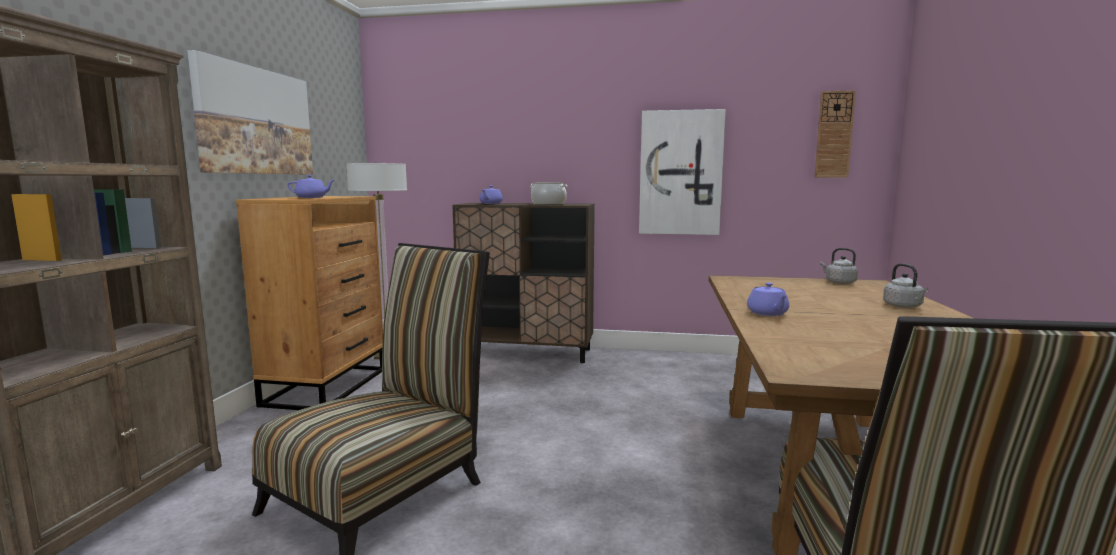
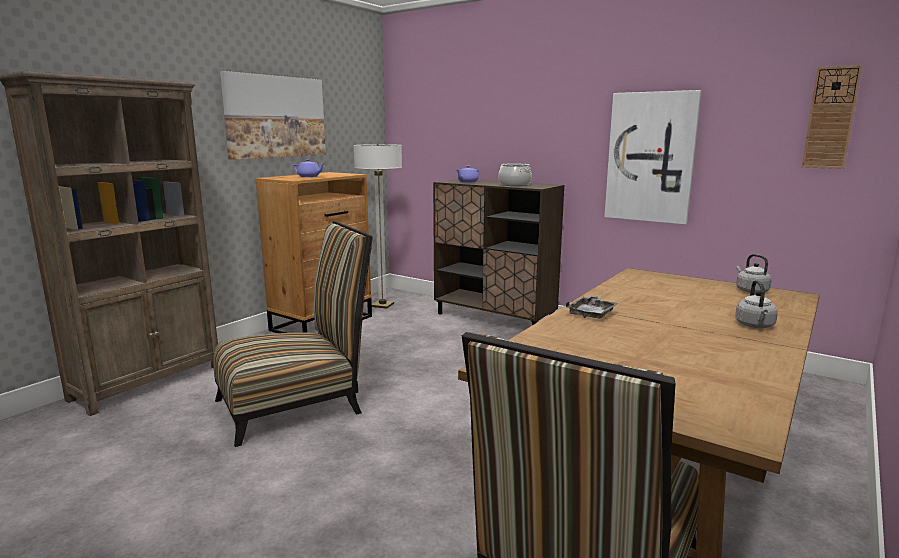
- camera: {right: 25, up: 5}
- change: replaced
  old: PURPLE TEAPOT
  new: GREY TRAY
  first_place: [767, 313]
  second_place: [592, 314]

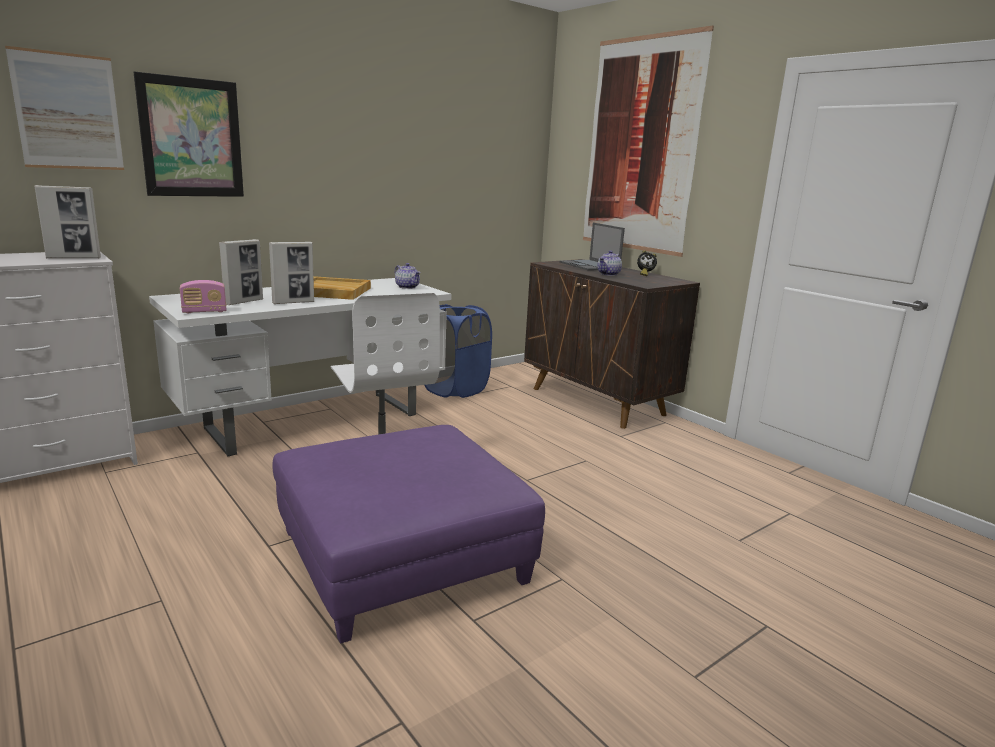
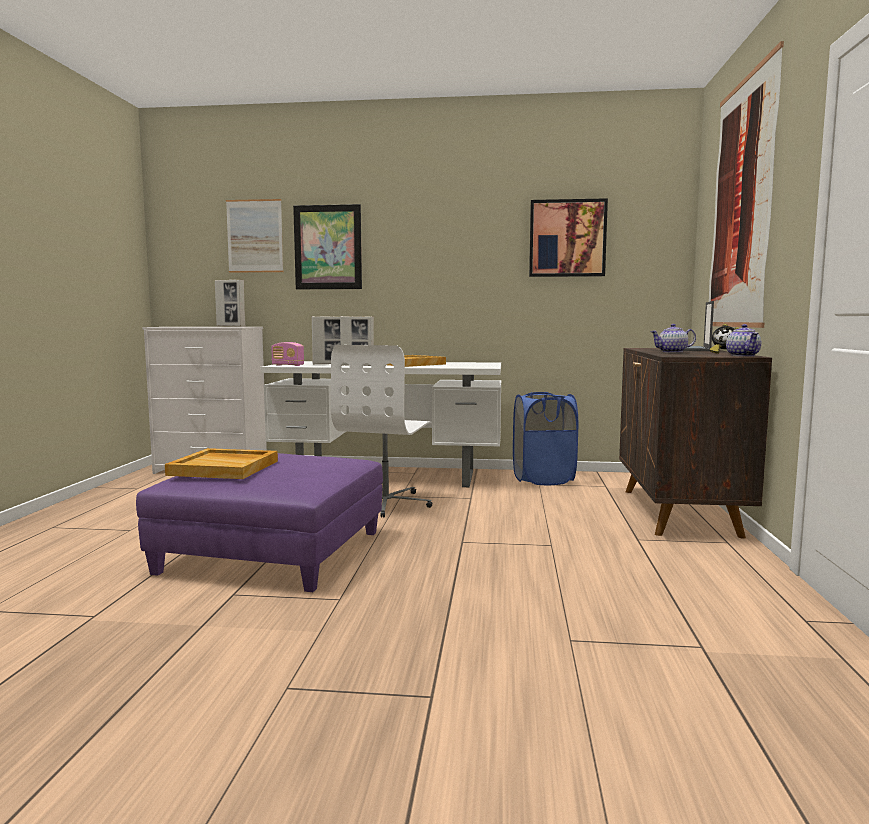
- camera: {right: 45, up: -10}
- change: moved
  old: TEAPOT
  first_place: [407, 287]
  second_place: [743, 355]
- change: added
  new: PICTURE
  second_place: [567, 238]
- change: added
  new: BEIGE TRAY
  second_place: [225, 468]

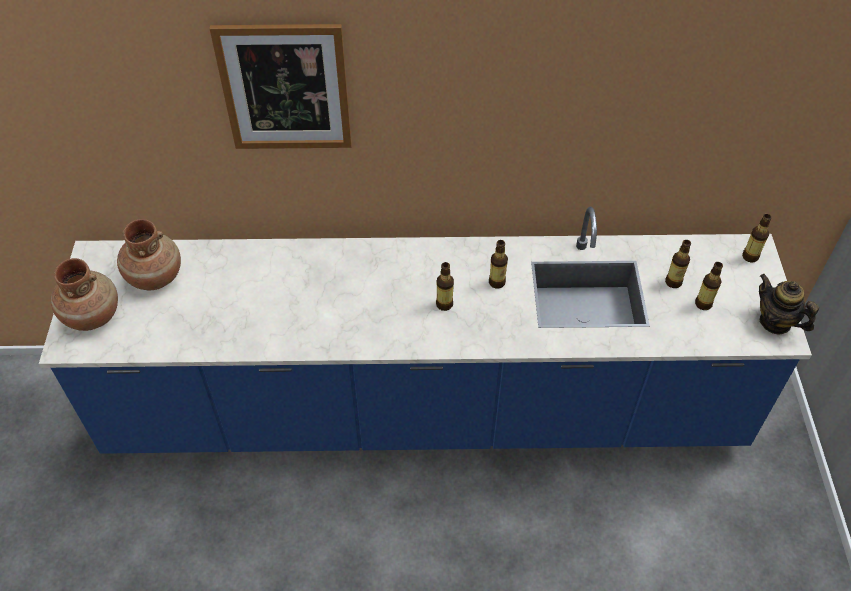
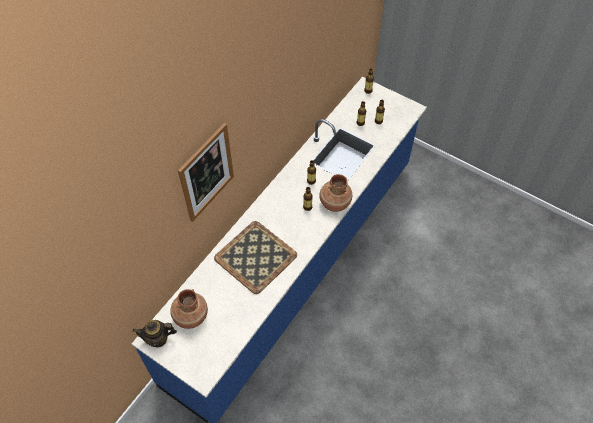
- camera: {right: -55, up: 5}
- change: moved
  old: BROWN VASE
  first_place: [92, 315]
  second_place: [334, 203]
- change: moved
  old: TEAPOT
  first_place: [775, 322]
  second_place: [158, 339]
- change: added
  new: TRAY
  second_place: [256, 257]

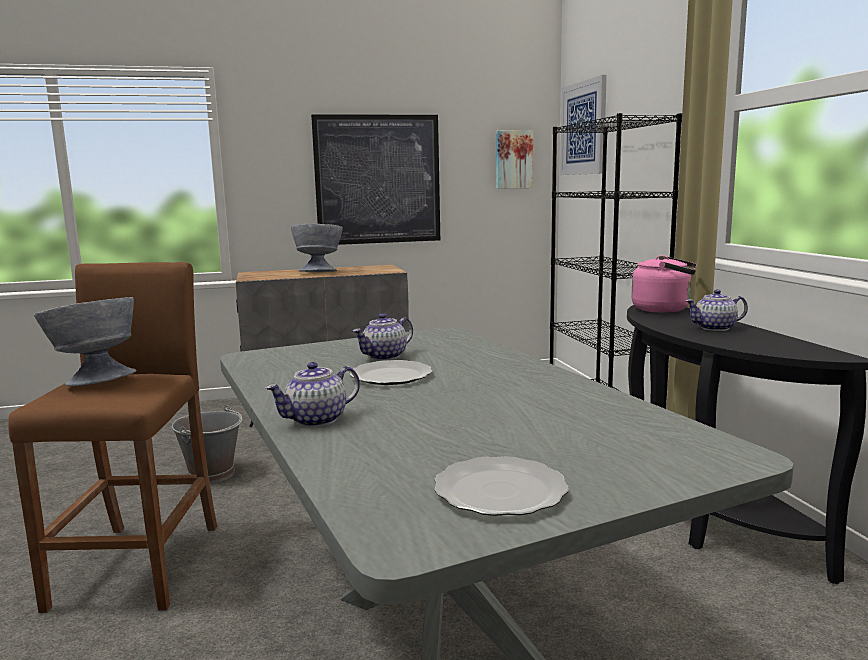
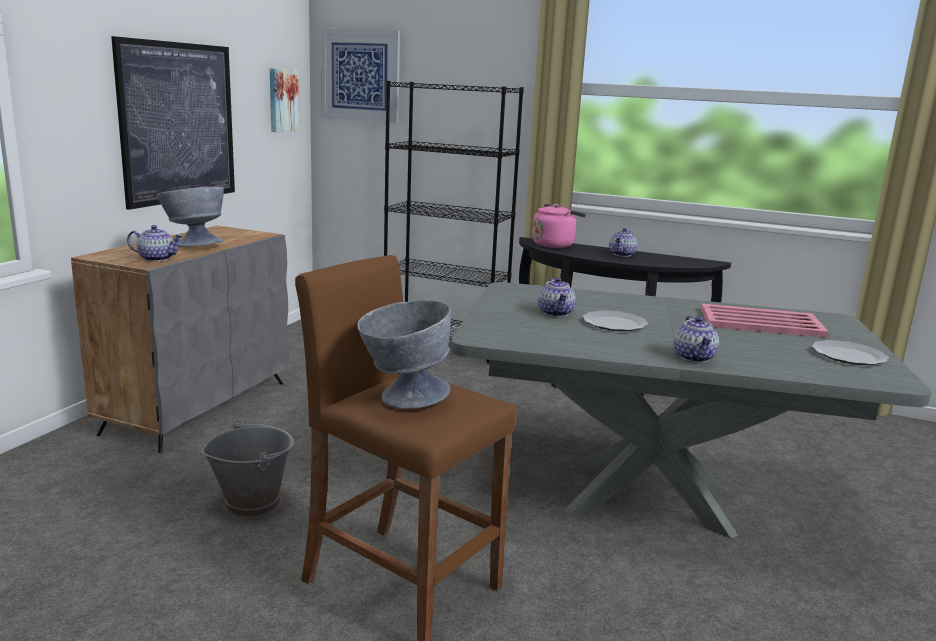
- camera: {right: -55, up: 5}
- change: added
  new: TEAPOT
  second_place: [156, 258]
- change: added
  new: PINK TRAY
  second_place: [759, 322]

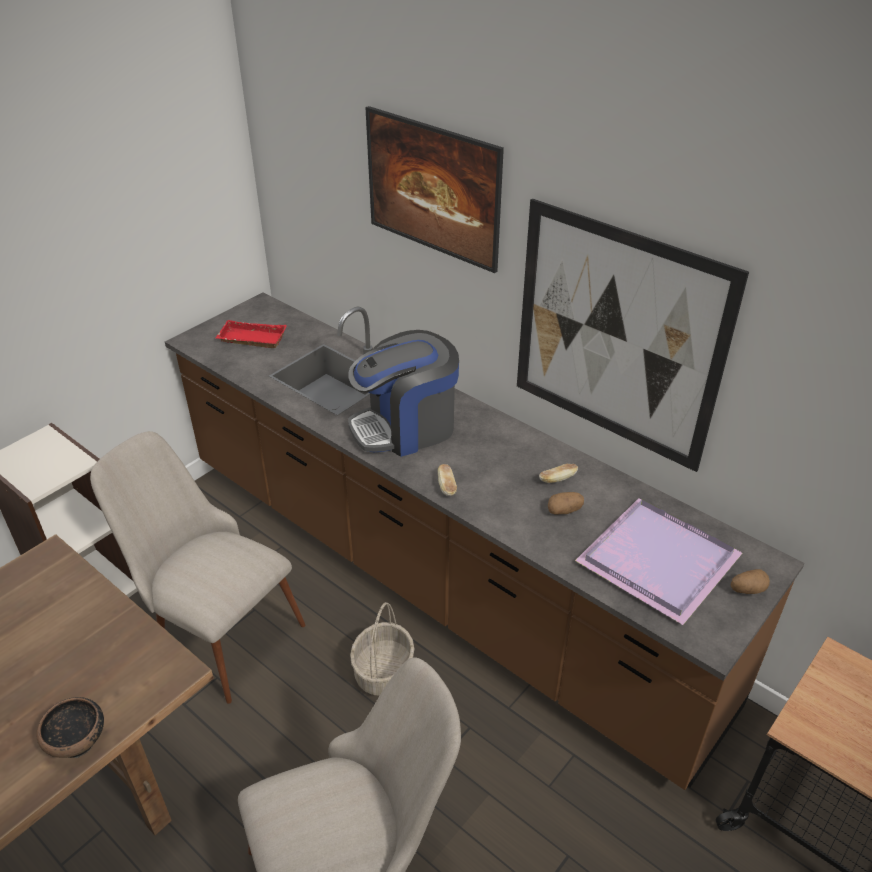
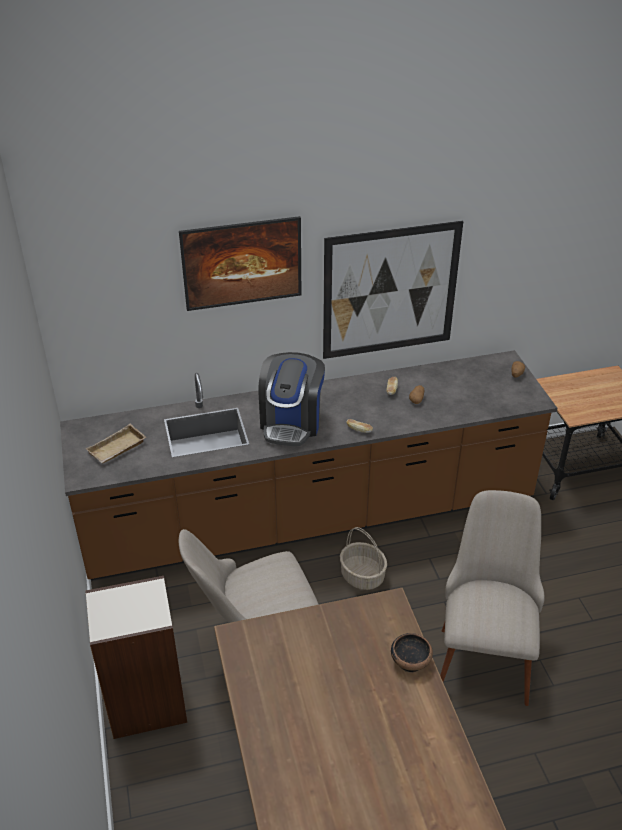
- camera: {right: -55, up: 0}
- change: recoloured
  old: RED TRAY
  new: BEIGE TRAY
  first_place: [251, 339]
  second_place: [117, 449]
- change: removed
  old: PURPLE TRAY
  first_place: [654, 561]

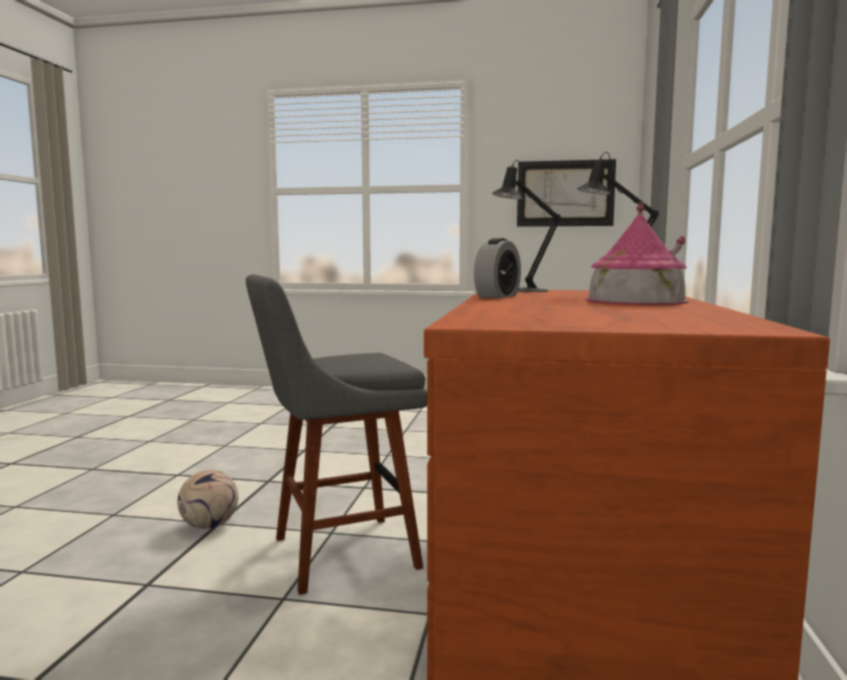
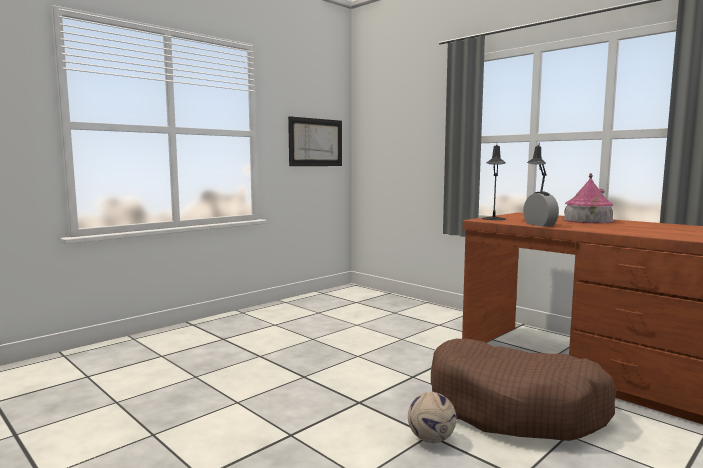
- camera: {right: -55, up: 0}
- change: replaced
  old: GREY STOOL
  new: BROWN DOG BED
  first_place: [336, 554]
  second_place: [515, 408]

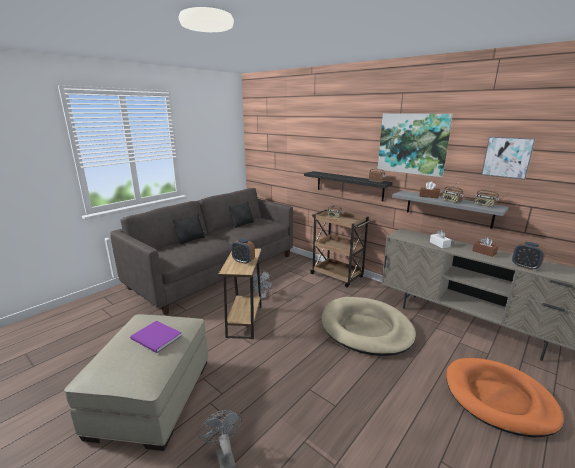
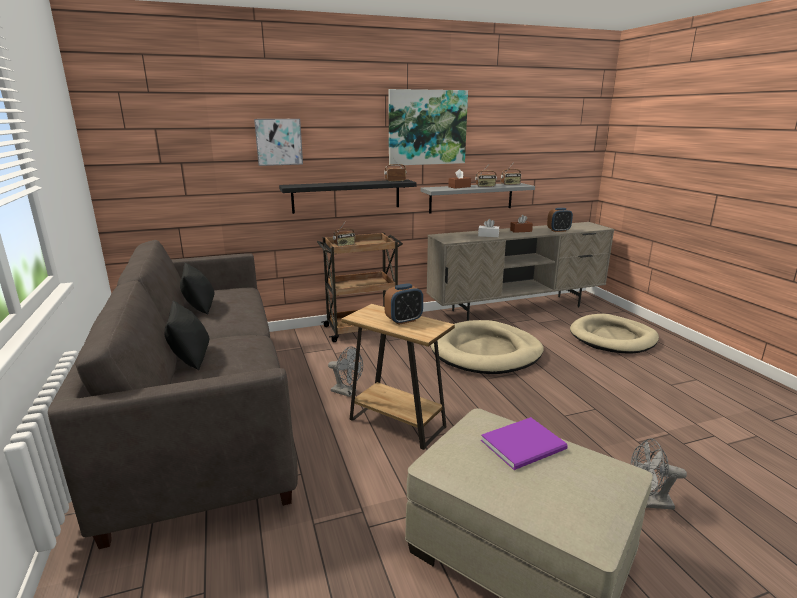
- camera: {right: -60, up: 0}
- change: moved
  old: PICTURE
  first_place: [507, 157]
  second_place: [278, 142]
- change: recoloured
  old: ORANGE DOG BED
  new: BEIGE DOG BED
  first_place: [498, 398]
  second_place: [613, 338]

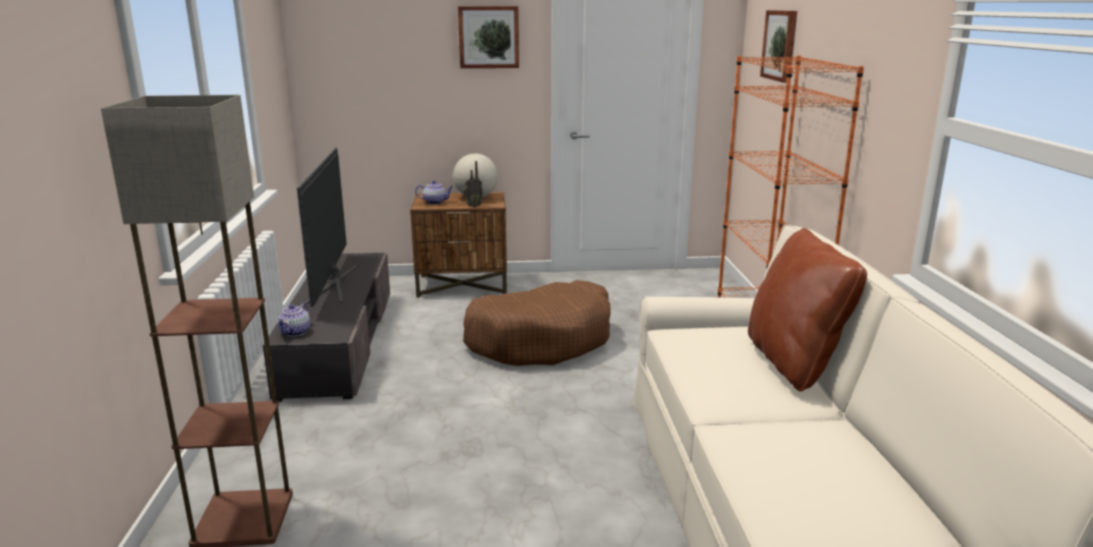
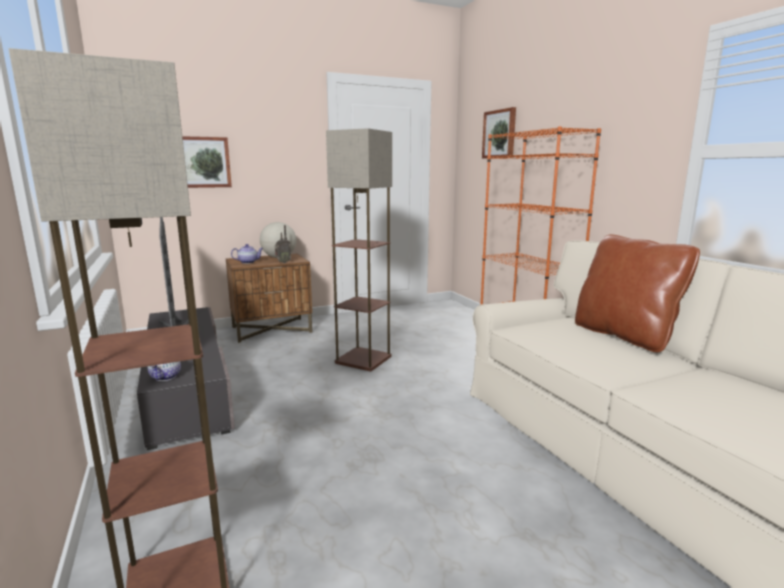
- camera: {right: -20, up: -5}
- change: moved
  old: PICTURE
  first_place: [488, 37]
  second_place: [203, 162]
- change: replaced
  old: BROWN DOG BED
  new: FLOOR LAMP
  first_place: [541, 340]
  second_place: [363, 360]

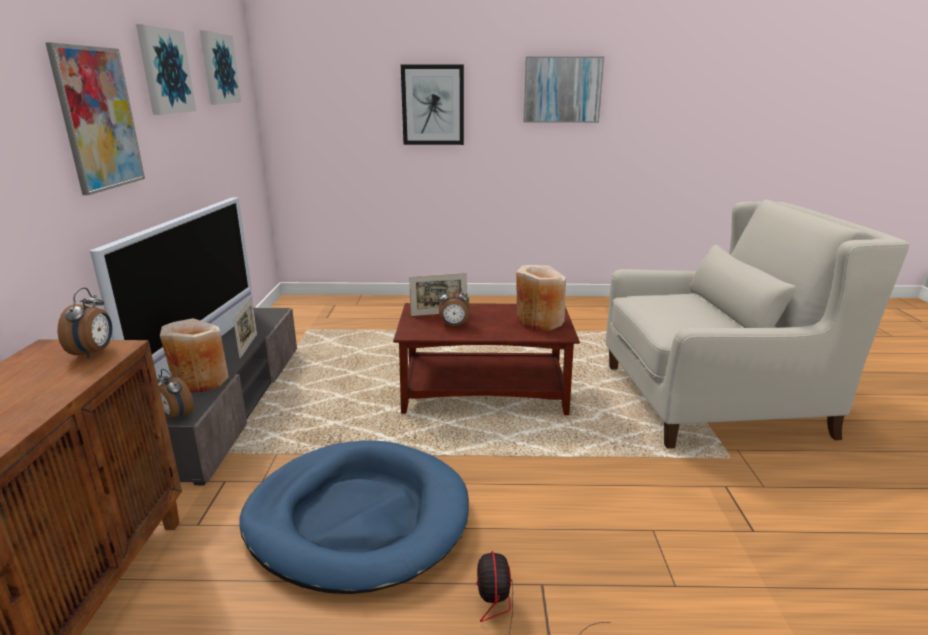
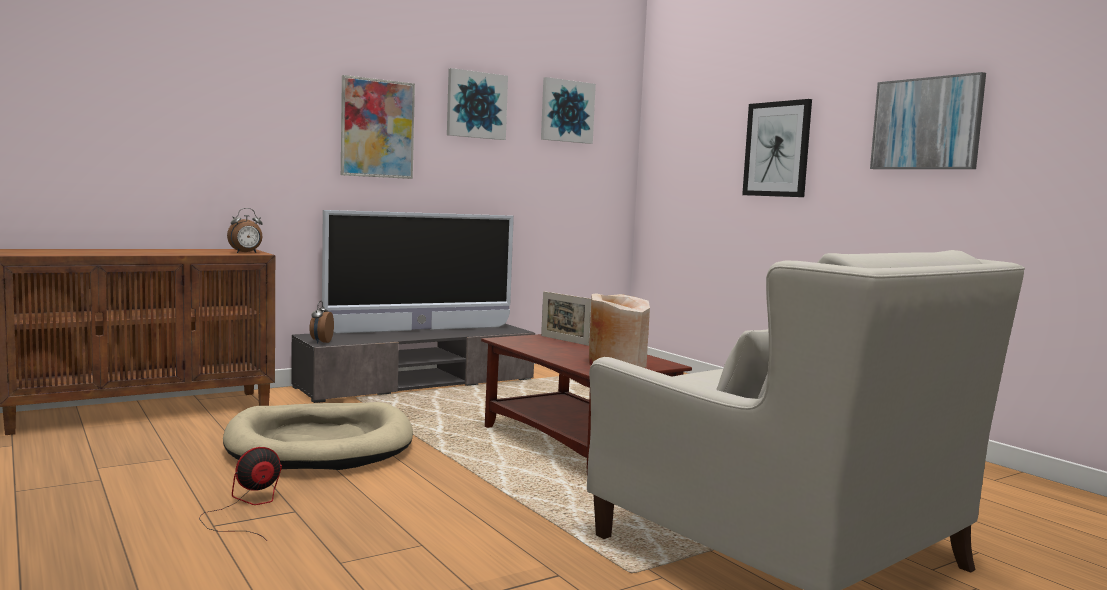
- camera: {right: 55, up: -15}
- change: removed
  old: ALARM CLOCK
  first_place: [454, 326]
- change: removed
  old: PICTURE FRAME
  first_place: [248, 345]
- change: removed
  old: BEIGE VASE
  first_place: [200, 380]
- change: recoloured
  old: BLUE DOG BED
  new: BEIGE DOG BED
  first_place: [357, 518]
  second_place: [320, 444]

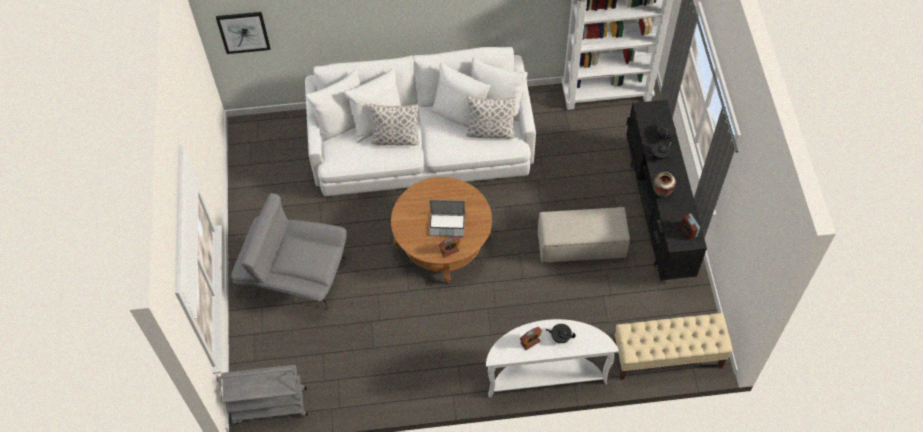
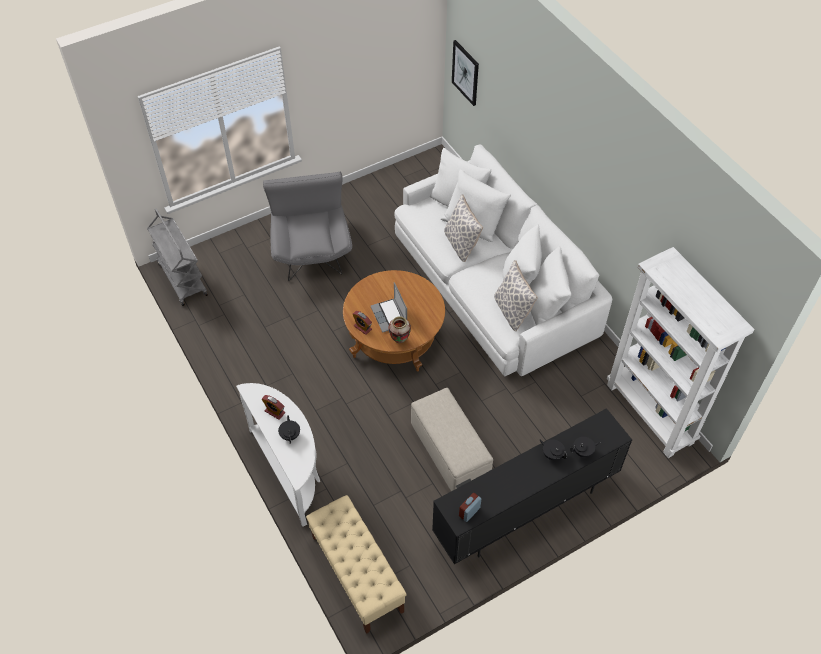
- camera: {right: 65, up: -5}
- change: moved
  old: VASE
  first_place: [661, 194]
  second_place: [399, 340]

